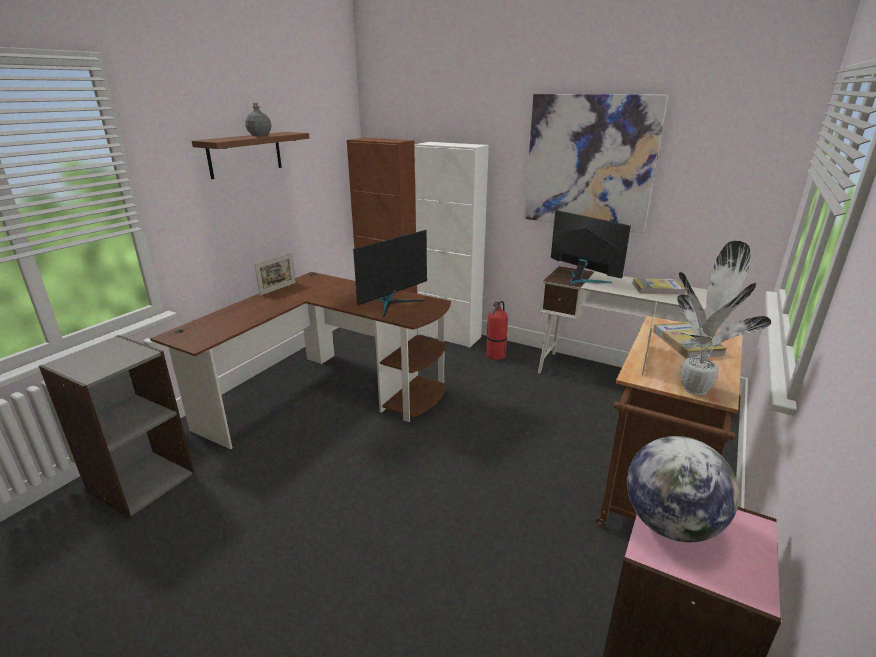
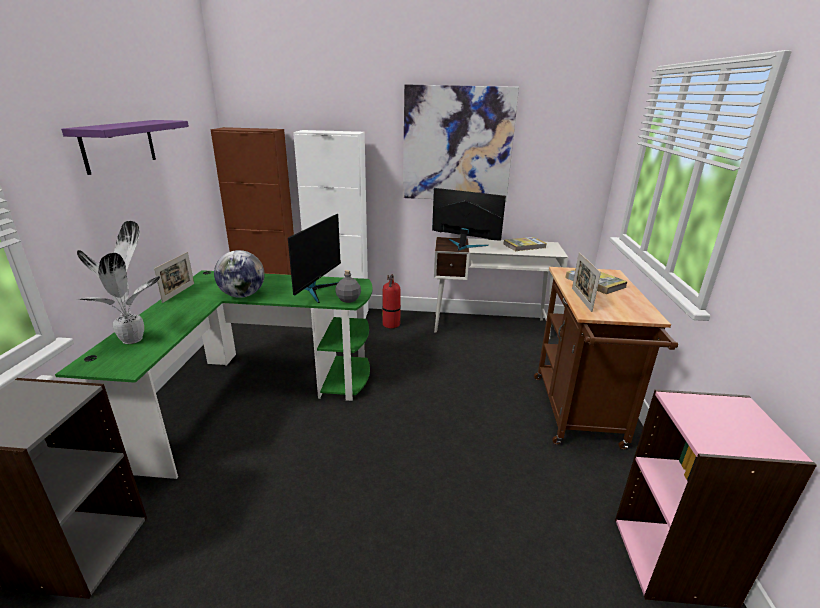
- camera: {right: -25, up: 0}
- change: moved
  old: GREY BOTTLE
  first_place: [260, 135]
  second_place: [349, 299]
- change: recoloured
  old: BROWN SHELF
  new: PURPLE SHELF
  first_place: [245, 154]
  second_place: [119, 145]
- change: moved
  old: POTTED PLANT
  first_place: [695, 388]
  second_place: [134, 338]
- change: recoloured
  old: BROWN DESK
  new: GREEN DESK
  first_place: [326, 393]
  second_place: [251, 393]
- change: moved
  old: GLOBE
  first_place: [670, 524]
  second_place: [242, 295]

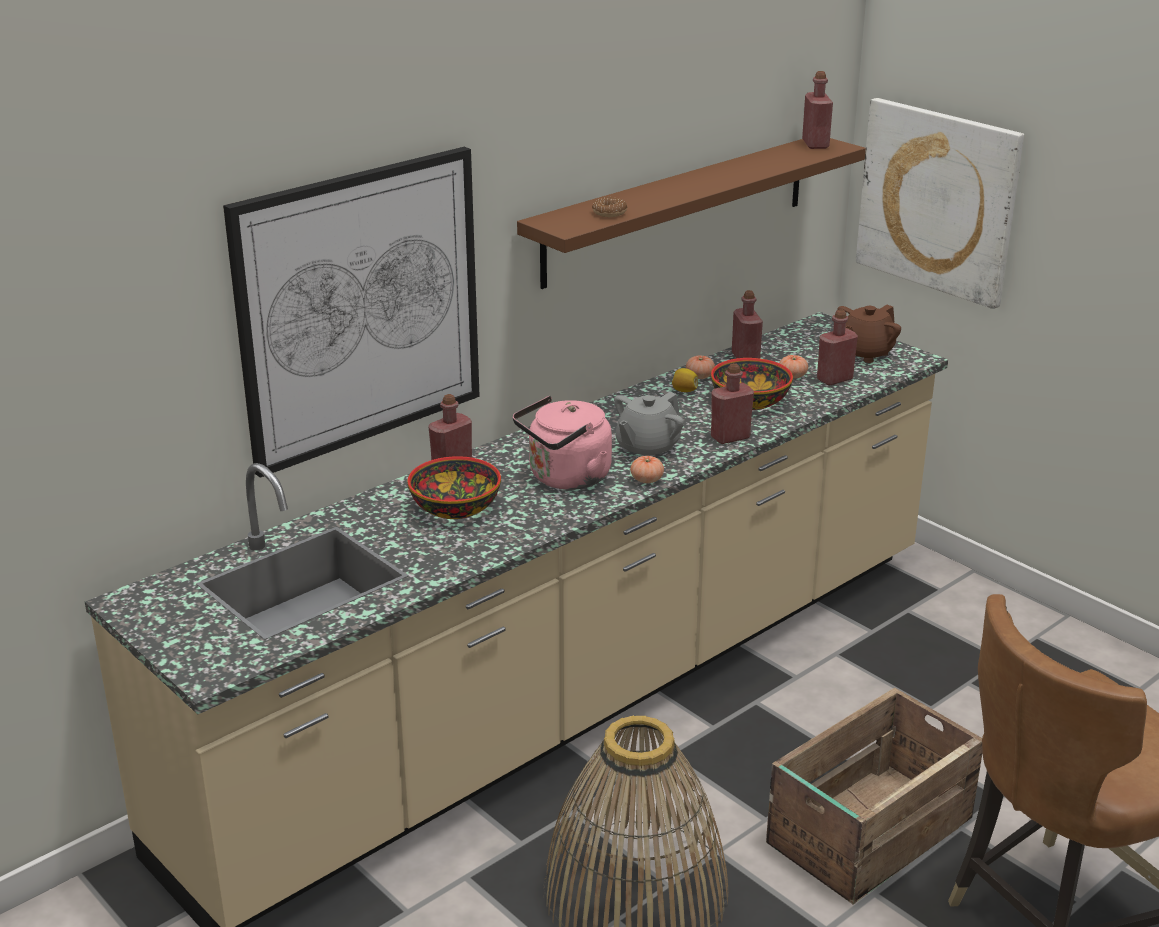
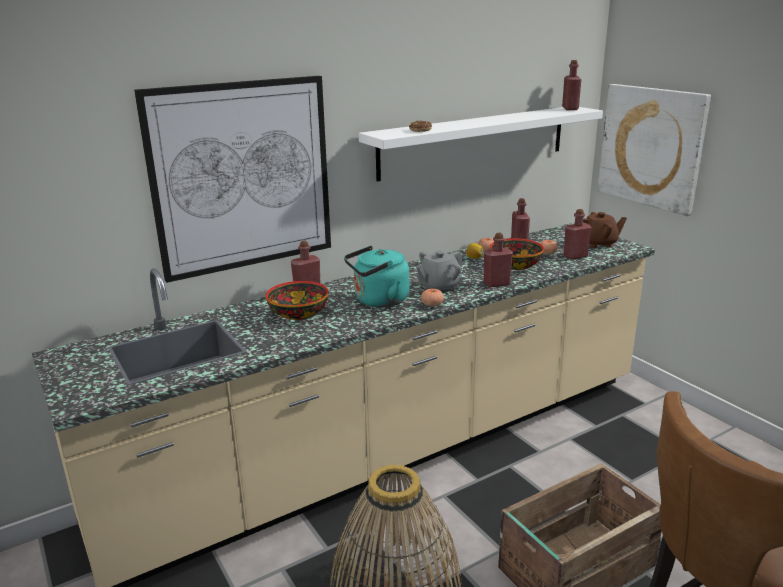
- camera: {right: 10, up: -5}
- change: recoloured
  old: BROWN SHELF
  new: WHITE SHELF
  first_place: [678, 209]
  second_place: [475, 141]
- change: turned
  old: BROWN TEAPOT
  first_place: [865, 353]
  second_place: [598, 244]
  degrees: -150
- change: recoloured
  old: PINK KETTLE
  new: TURQUOISE KETTLE
  first_place: [565, 478]
  second_place: [378, 301]

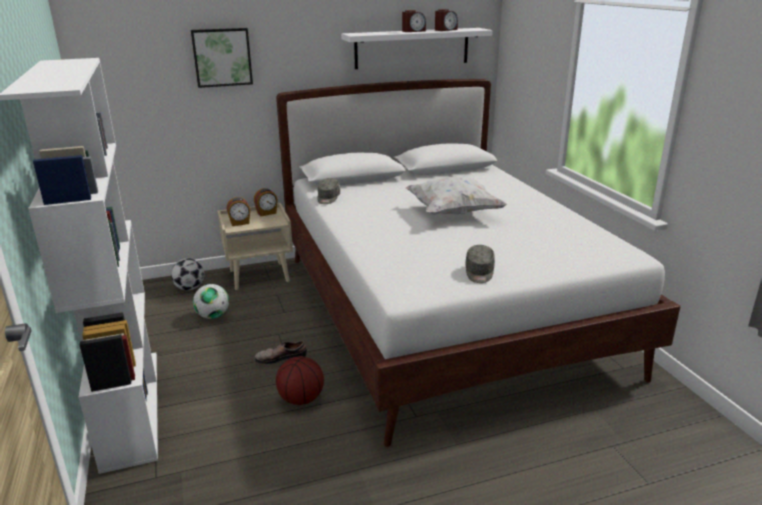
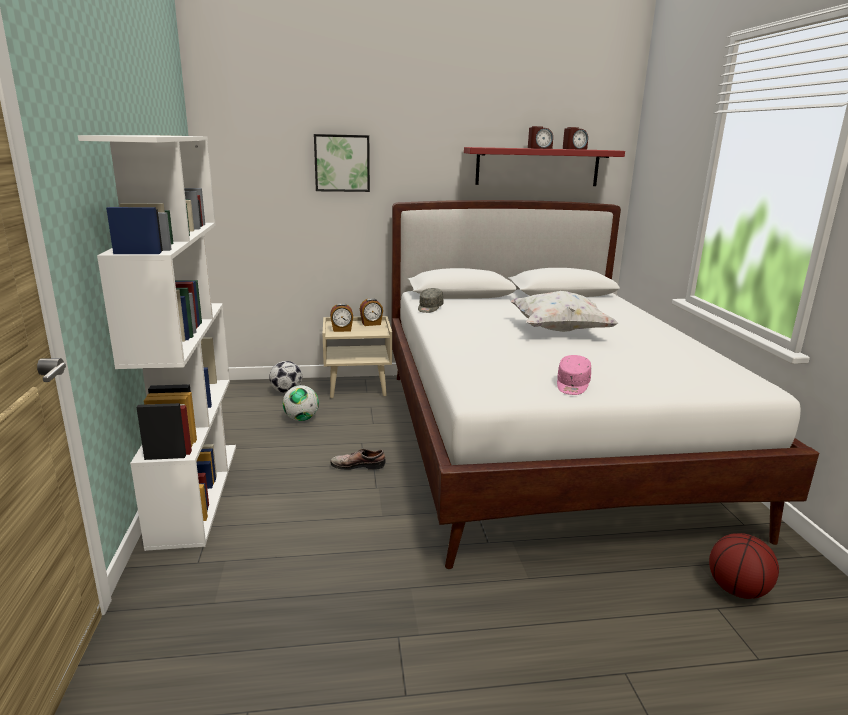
- camera: {right: 10, up: -5}
- change: recoloured
  old: WHITE SHELF
  new: RED SHELF
  first_place: [412, 48]
  second_place: [537, 167]
- change: recoloured
  old: GREY CAP
  new: PINK CAP
  first_place: [479, 272]
  second_place: [572, 385]
- change: moved
  old: BASKETBALL
  first_place: [300, 399]
  second_place: [736, 590]

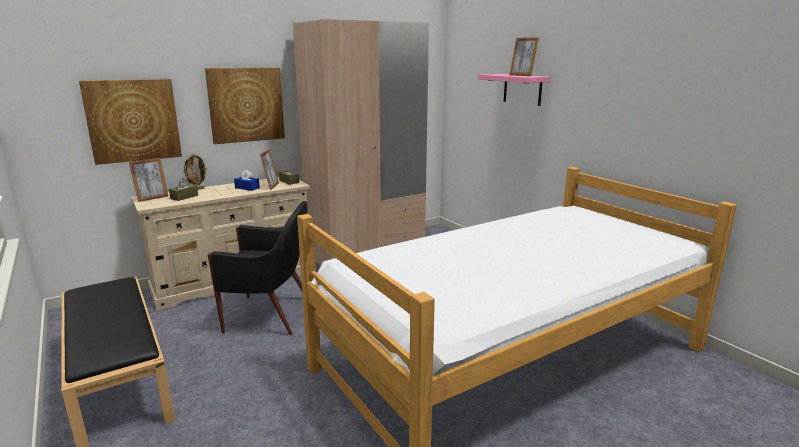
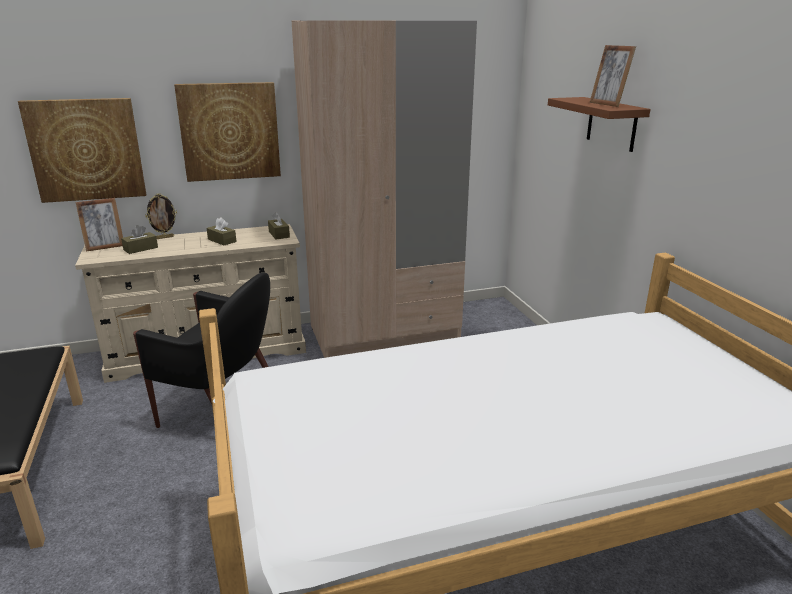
- camera: {right: 15, up: 5}
- change: recoloured
  old: PINK SHELF
  new: BROWN SHELF
  first_place: [522, 89]
  second_place: [611, 124]
- change: removed
  old: PICTURE FRAME
  first_place: [271, 186]
- change: recoloured
  old: BLUE TISSUE BOX
  new: BROWN TISSUE BOX
  first_place: [247, 188]
  second_place: [222, 240]

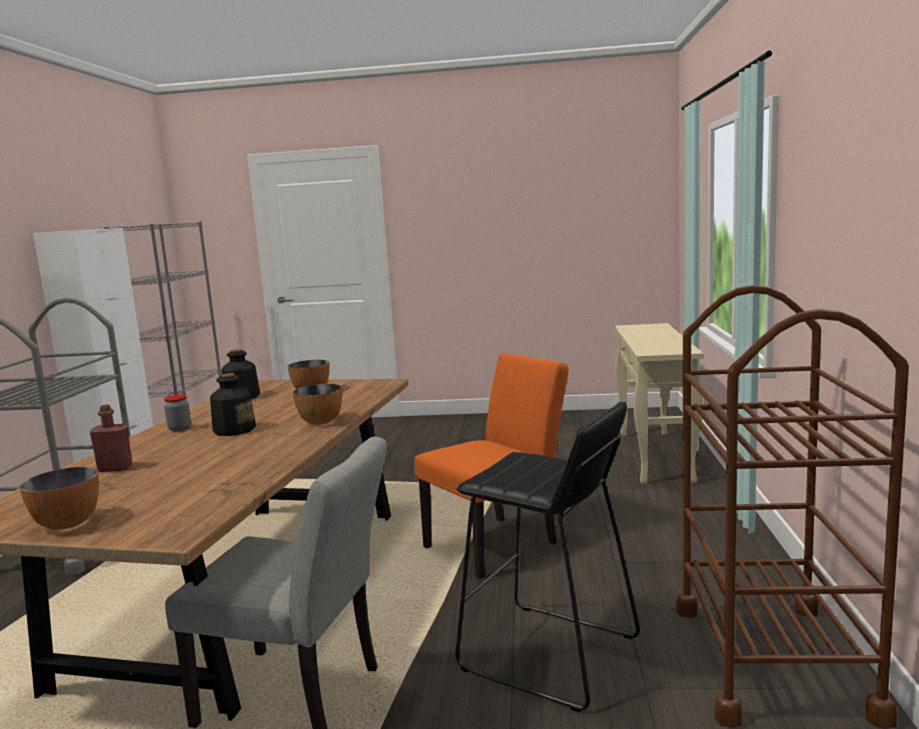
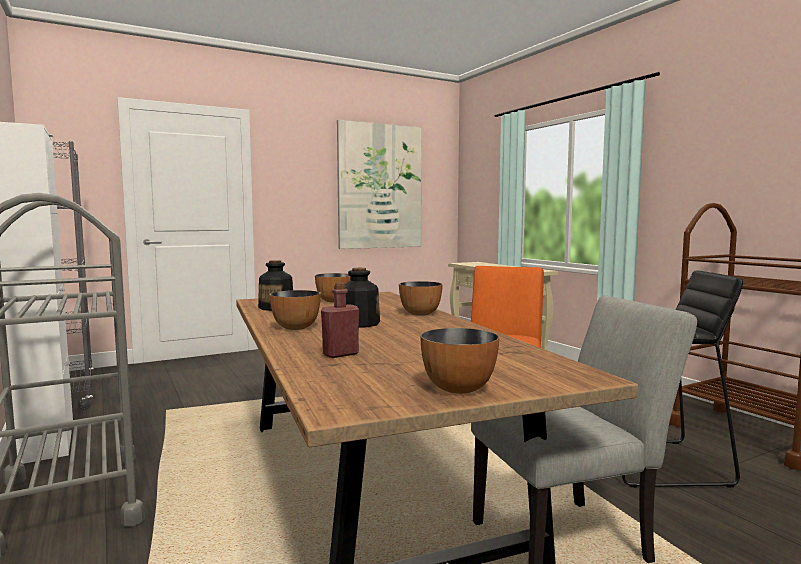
- camera: {right: -35, up: -5}
- change: replaced
  old: JAR
  new: BOWL
  first_place: [179, 428]
  second_place: [296, 328]
- change: added
  new: PICTURE
  second_place: [380, 186]

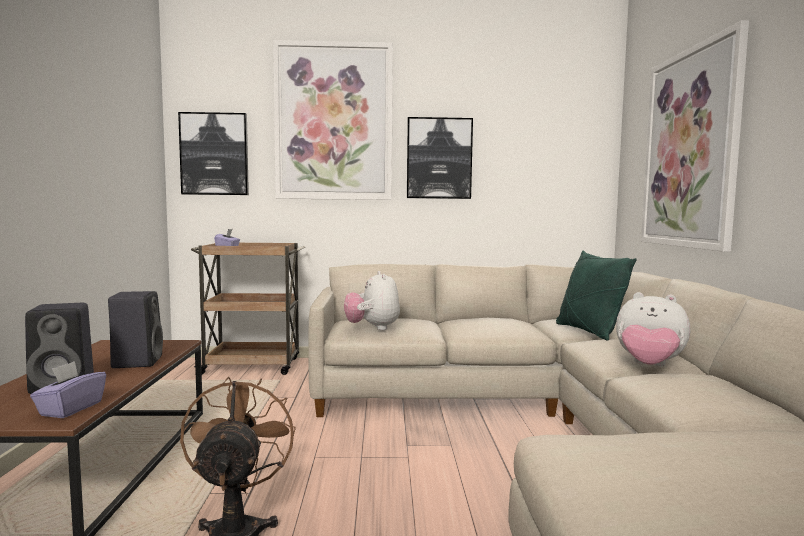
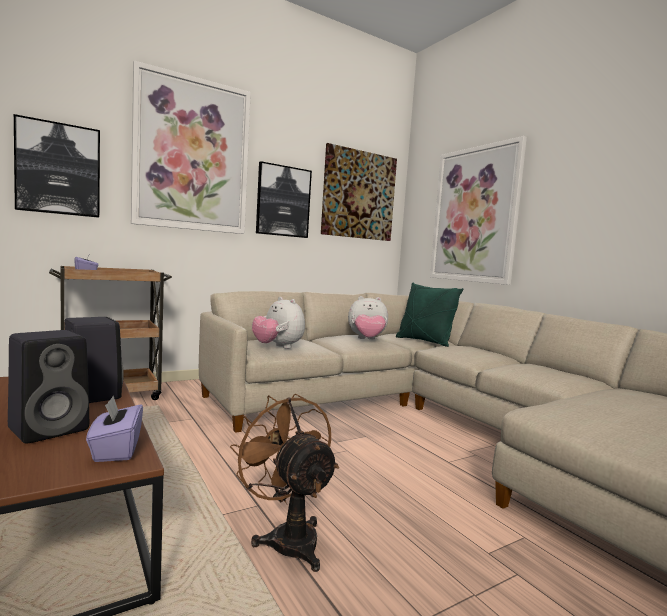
- camera: {right: -30, up: 0}
- change: moved
  old: PLUSH TOY
  first_place: [649, 366]
  second_place: [367, 339]
- change: added
  new: PICTURE
  second_place: [359, 195]

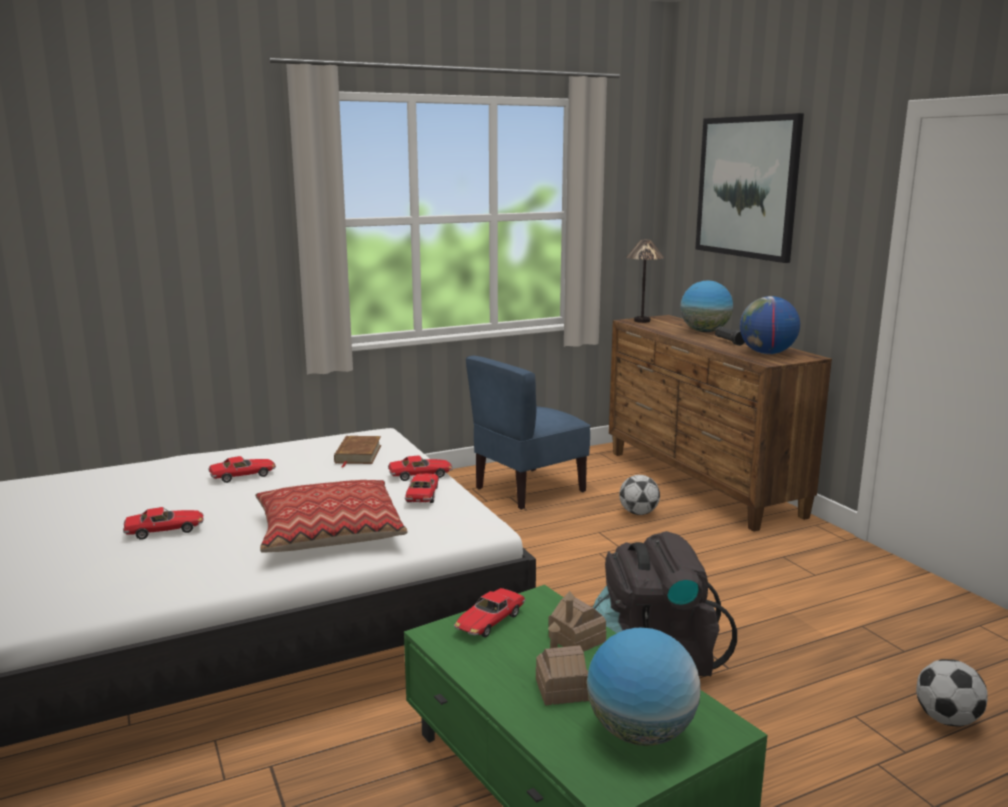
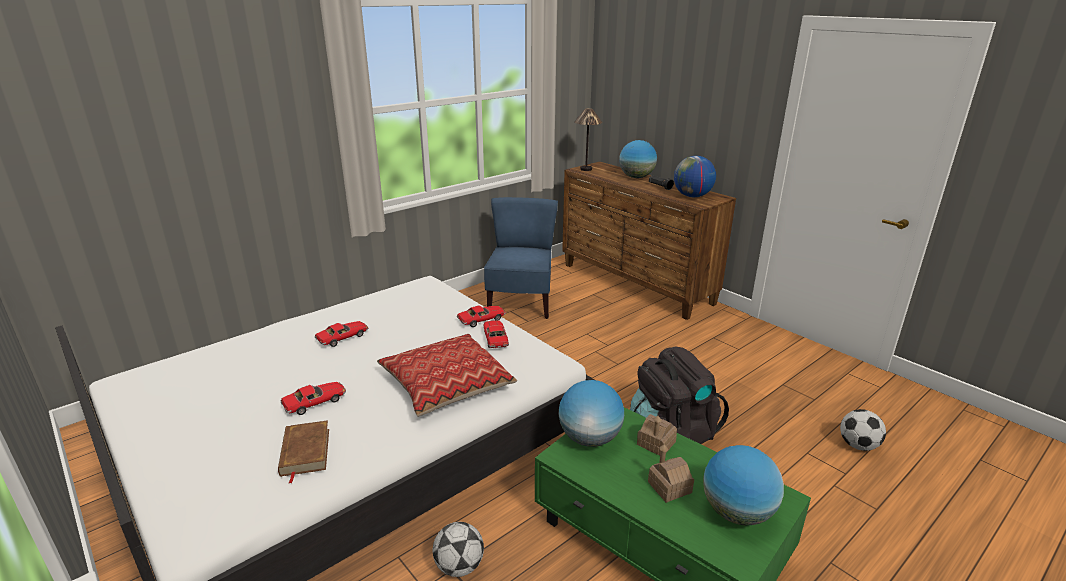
- camera: {right: -15, up: 10}
- change: removed
  old: PICTURE
  first_place: [747, 187]
- change: turned
  old: BLUE CHAIR
  first_place: [528, 490]
  second_place: [521, 303]
  degrees: 150
- change: moved
  old: BROWN BOOK
  first_place: [358, 454]
  second_place: [305, 452]
- change: moved
  old: FOOTBALL
  first_place: [638, 513]
  second_place: [459, 566]
- change: replaced
  old: TOY CAR
  new: GLOBE
  first_place: [489, 622]
  second_place: [590, 438]

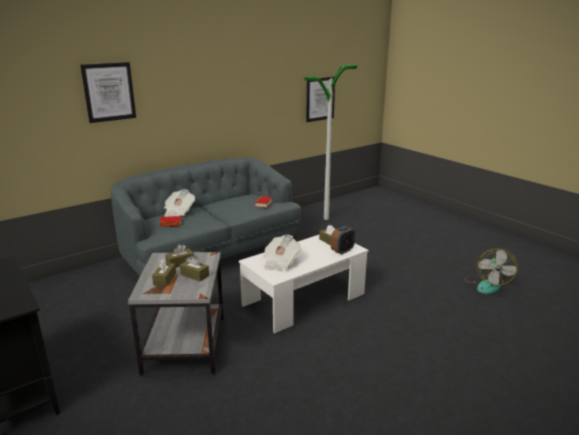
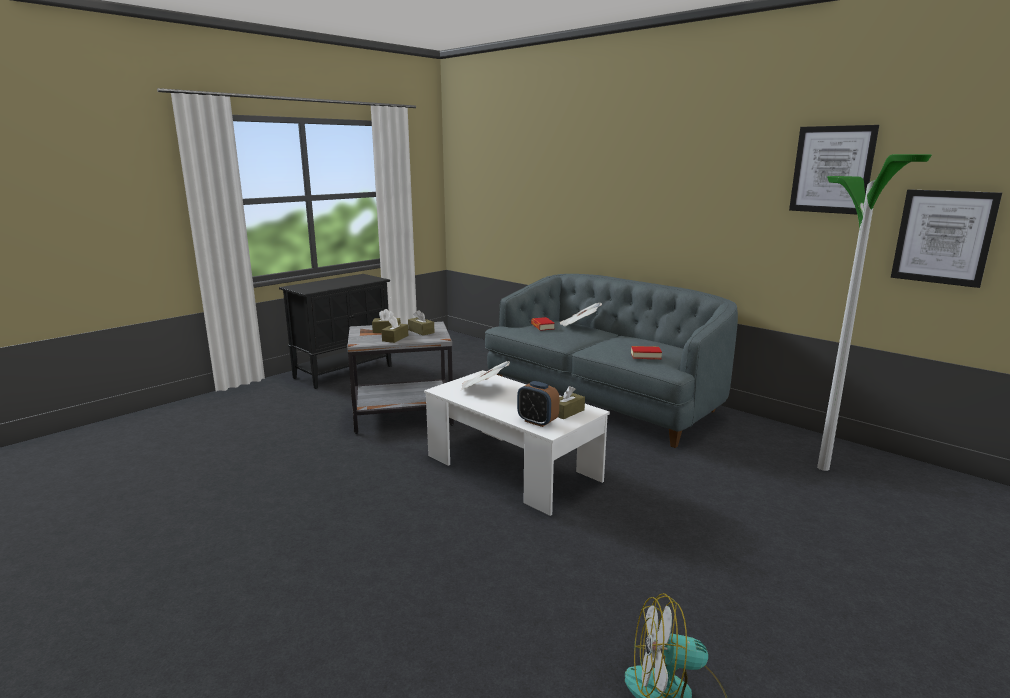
- camera: {right: 80, up: -5}
- change: moved
  old: PICTURE
  first_place: [109, 92]
  second_place: [832, 170]

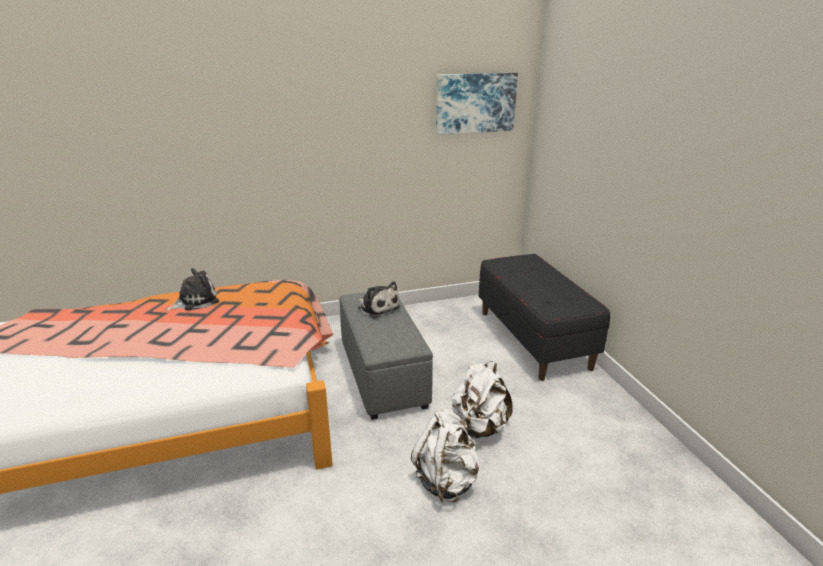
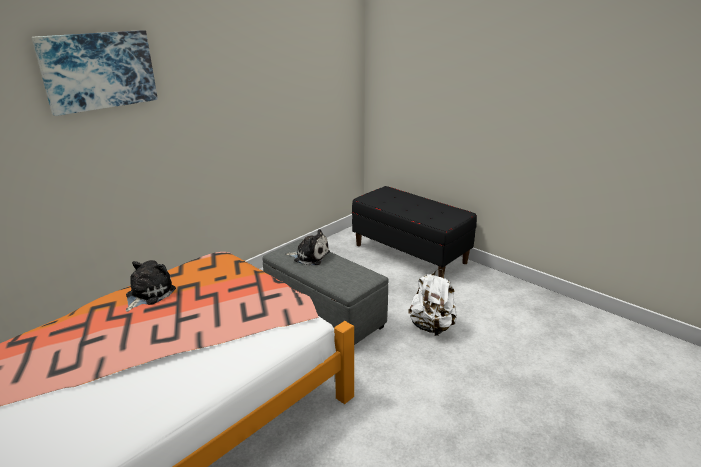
- camera: {right: -30, up: 0}
- change: moved
  old: PICTURE
  first_place: [475, 103]
  second_place: [99, 70]
- change: removed
  old: WHITE BACKPACK
  first_place: [447, 480]

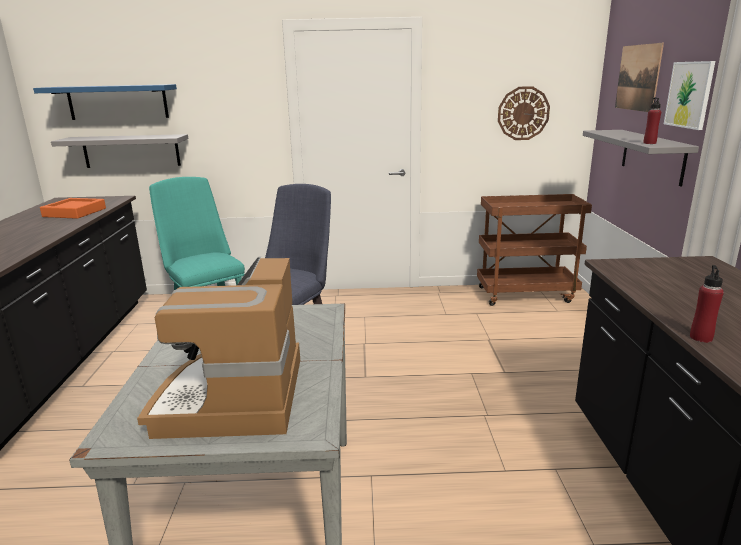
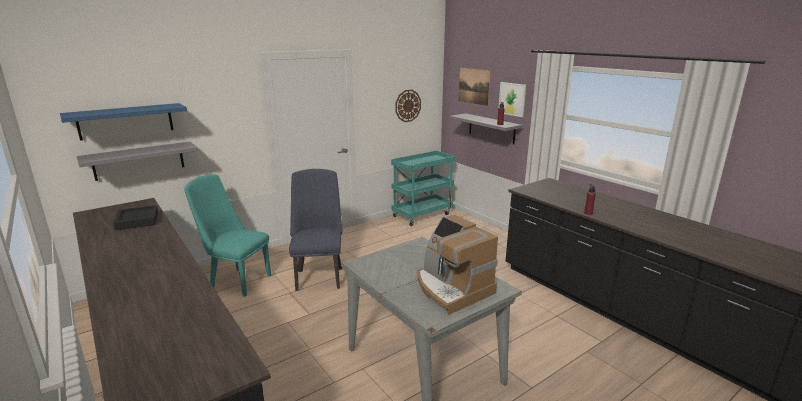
- camera: {right: -35, up: 0}
- change: recoloured
  old: BROWN CART
  new: TURQUOISE CART
  first_place: [526, 294]
  second_place: [422, 215]
- change: recoloured
  old: ORANGE TRAY
  new: BLACK TRAY
  first_place: [74, 212]
  second_place: [137, 221]

